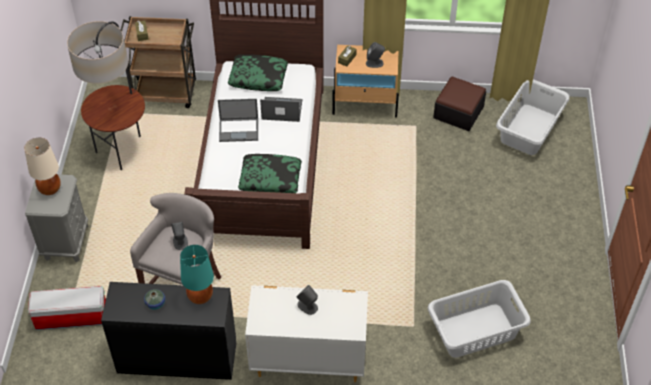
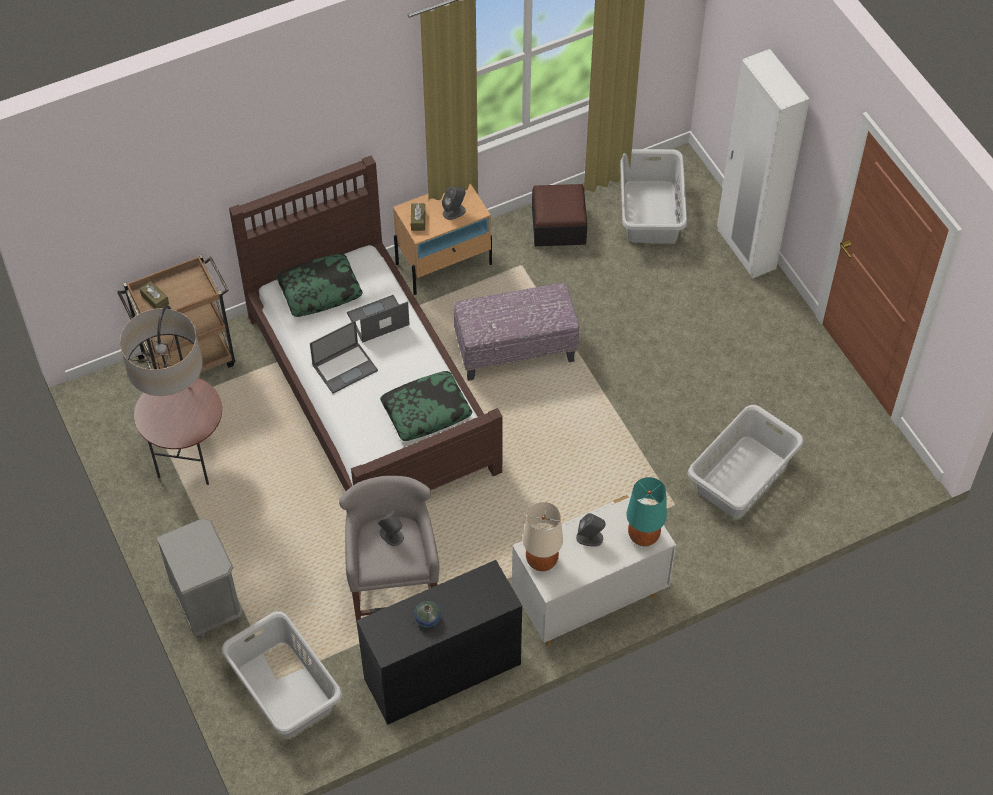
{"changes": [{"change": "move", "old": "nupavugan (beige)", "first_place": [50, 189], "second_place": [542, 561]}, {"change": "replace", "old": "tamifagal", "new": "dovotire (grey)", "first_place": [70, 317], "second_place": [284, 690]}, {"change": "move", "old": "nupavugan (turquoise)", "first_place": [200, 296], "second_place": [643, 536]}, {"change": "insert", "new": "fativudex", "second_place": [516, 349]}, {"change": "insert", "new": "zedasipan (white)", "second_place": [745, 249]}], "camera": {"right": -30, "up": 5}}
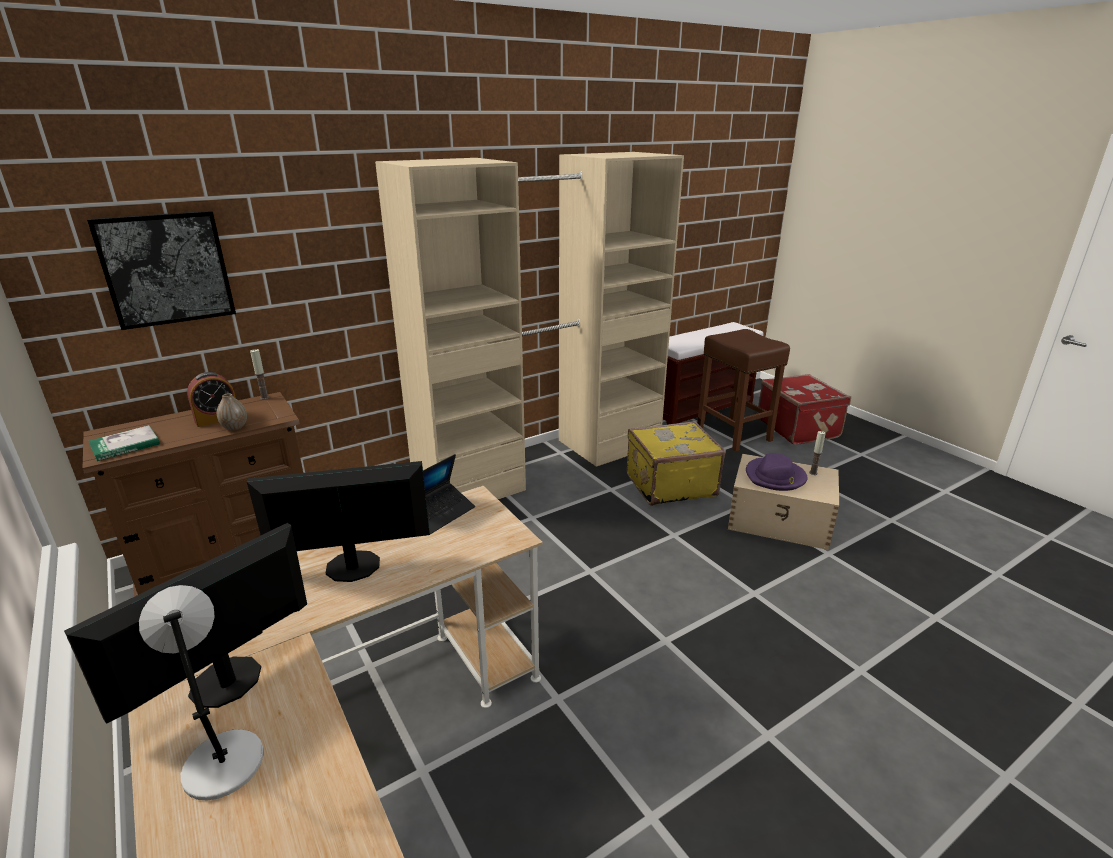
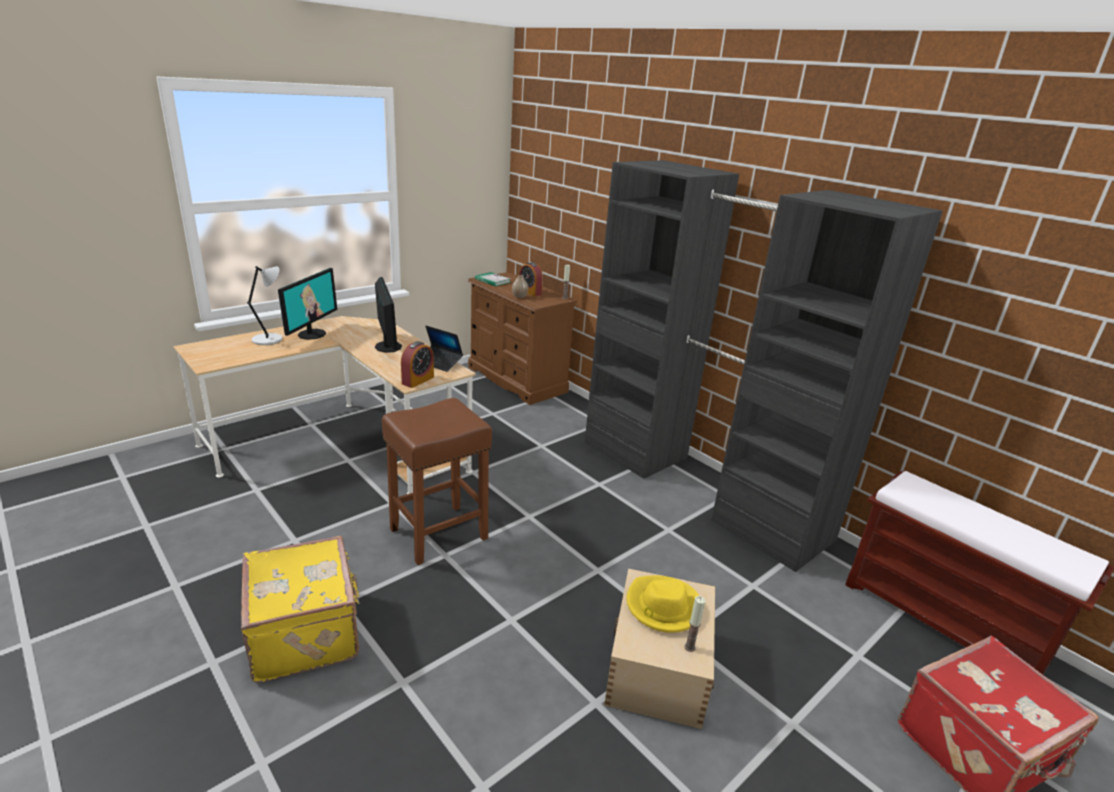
{"changes": [{"change": "rotate", "old": "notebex", "first_place": [226, 683], "second_place": [311, 334], "degrees": 75}, {"change": "delete", "old": "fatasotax", "first_place": [166, 269]}, {"change": "recolor", "old": "zedasipan (beige)", "new": "zedasipan (black)", "first_place": [544, 463], "second_place": [699, 487]}, {"change": "move", "old": "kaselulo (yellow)", "first_place": [669, 484], "second_place": [306, 632]}, {"change": "move", "old": "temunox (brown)", "first_place": [735, 435], "second_place": [437, 534]}, {"change": "recolor", "old": "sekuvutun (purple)", "new": "sekuvutun (yellow)", "first_place": [775, 477], "second_place": [662, 607]}, {"change": "insert", "new": "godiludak", "second_place": [418, 380]}], "camera": {"right": 80, "up": 0}}
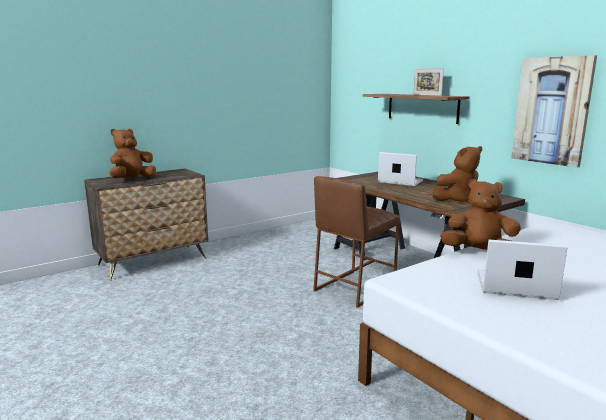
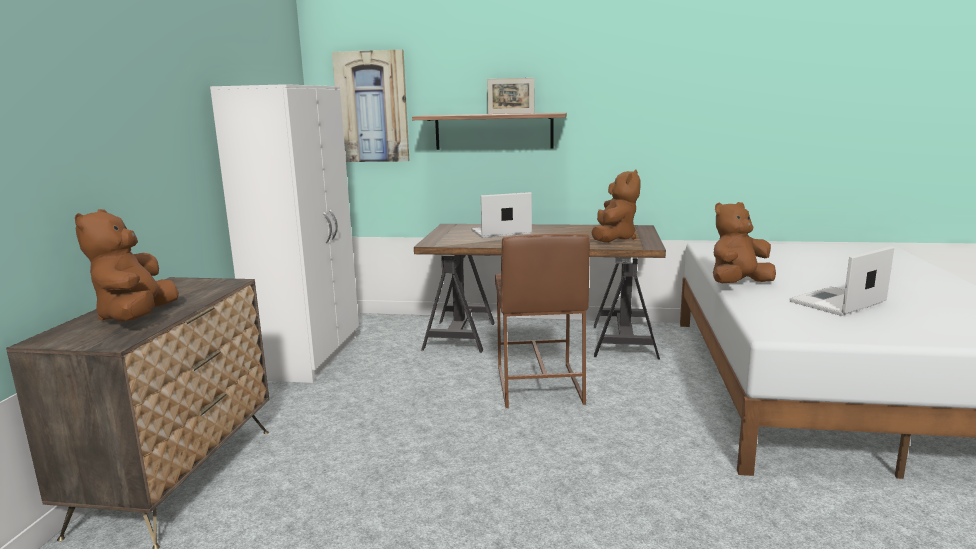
{"changes": [{"change": "move", "old": "fatasotax", "first_place": [552, 111], "second_place": [372, 107]}, {"change": "insert", "new": "zedasipan (white)", "second_place": [309, 356]}], "camera": {"right": -45, "up": 0}}
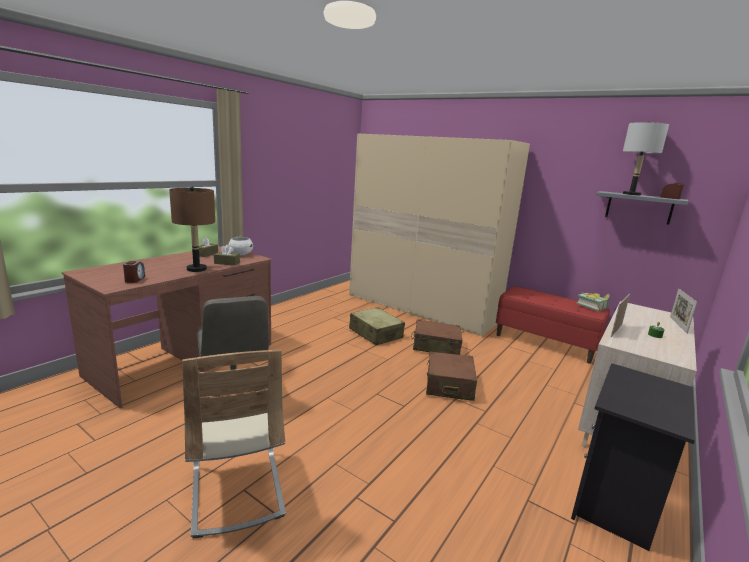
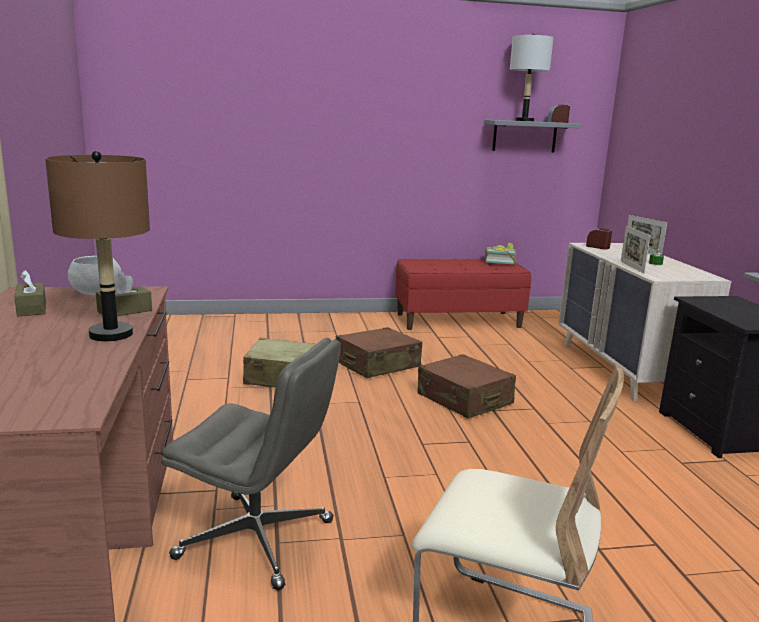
{"changes": [{"change": "move", "old": "godiludak", "first_place": [135, 279], "second_place": [598, 247]}, {"change": "delete", "old": "zedasipan (beige)", "first_place": [421, 308]}], "camera": {"right": -45, "up": 0}}
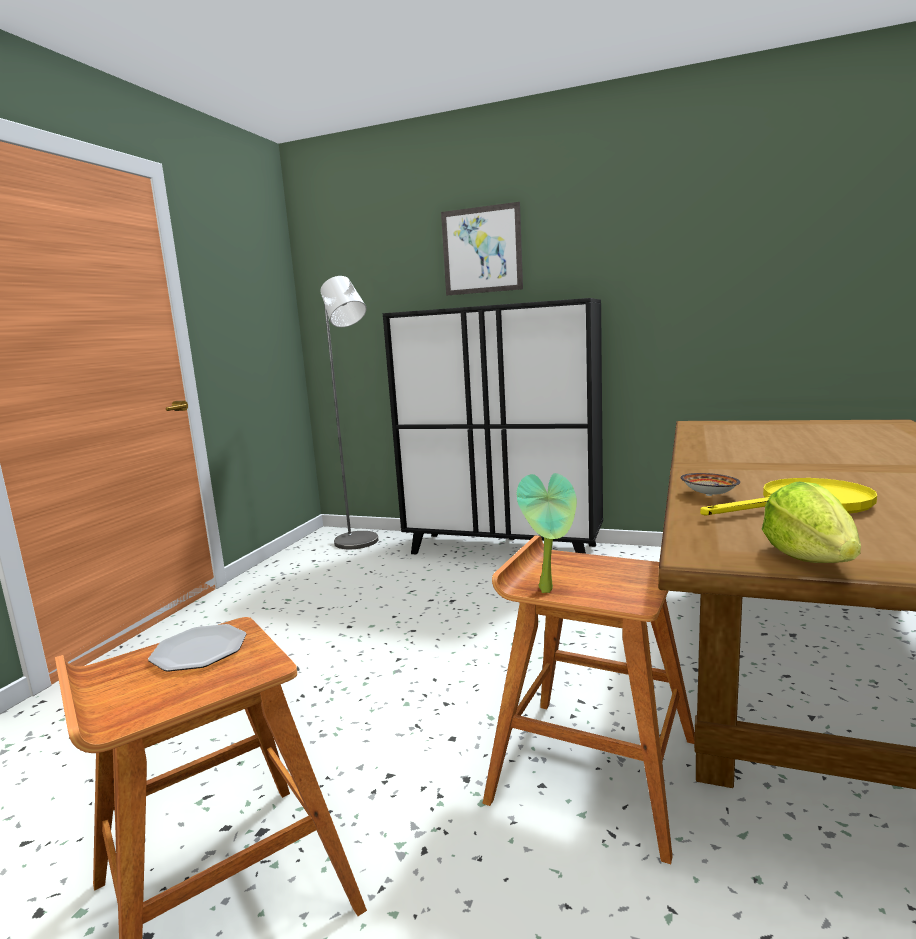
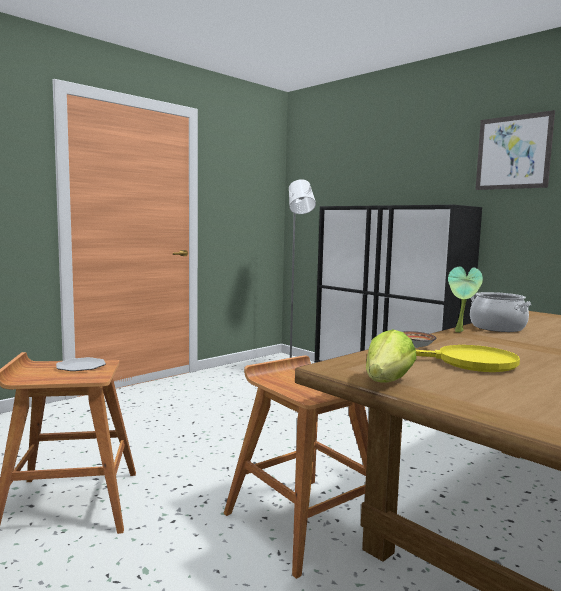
{"changes": [{"change": "move", "old": "fatasotax", "first_place": [482, 250], "second_place": [513, 152]}, {"change": "move", "old": "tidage", "first_place": [550, 590], "second_place": [461, 332]}, {"change": "insert", "new": "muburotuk", "second_place": [497, 327]}], "camera": {"right": 25, "up": -5}}
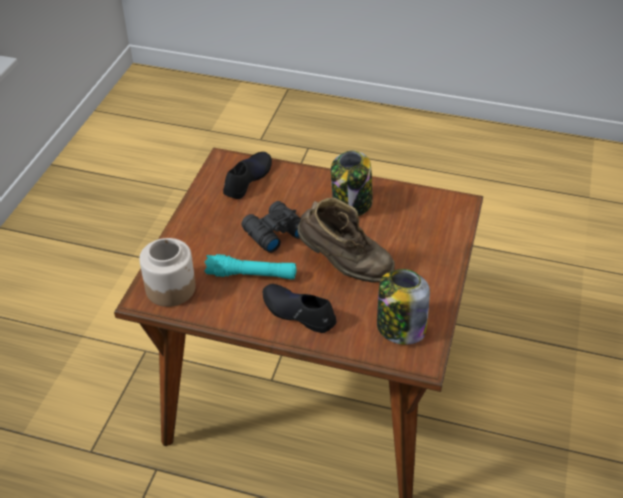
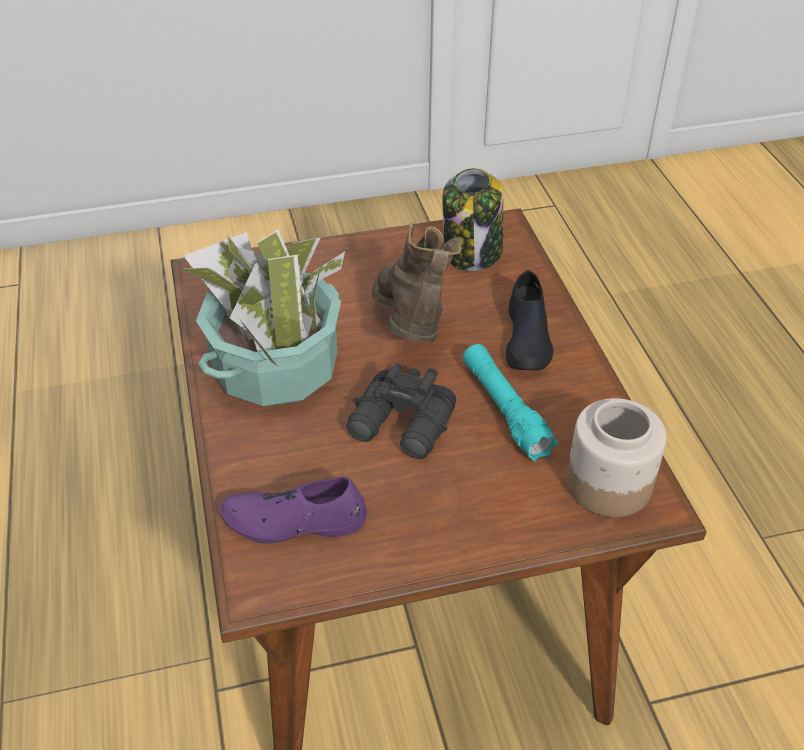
{"changes": [{"change": "recolor", "old": "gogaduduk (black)", "new": "gogaduduk (purple)", "first_place": [247, 179], "second_place": [294, 521]}, {"change": "replace", "old": "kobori", "new": "tidage", "first_place": [352, 204], "second_place": [276, 368]}], "camera": {"right": -120, "up": 0}}
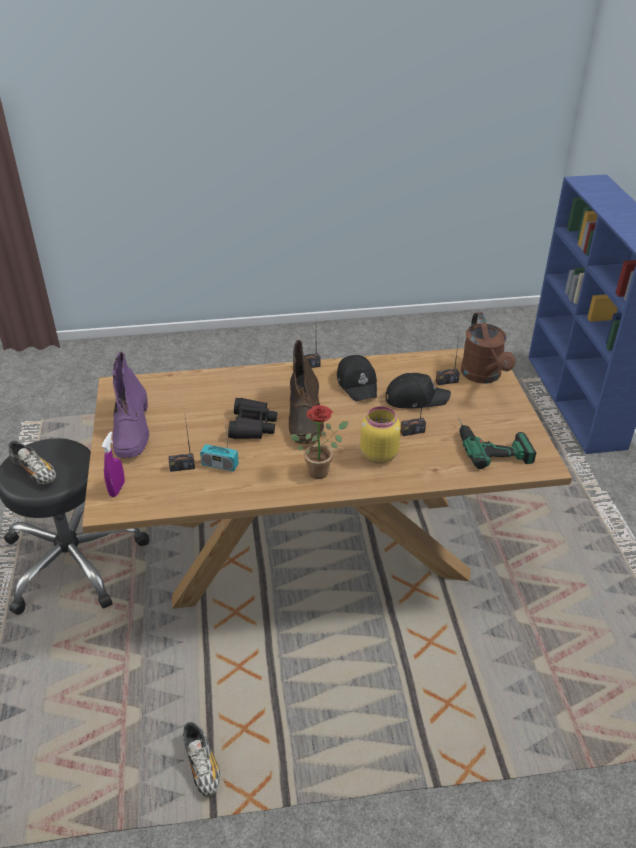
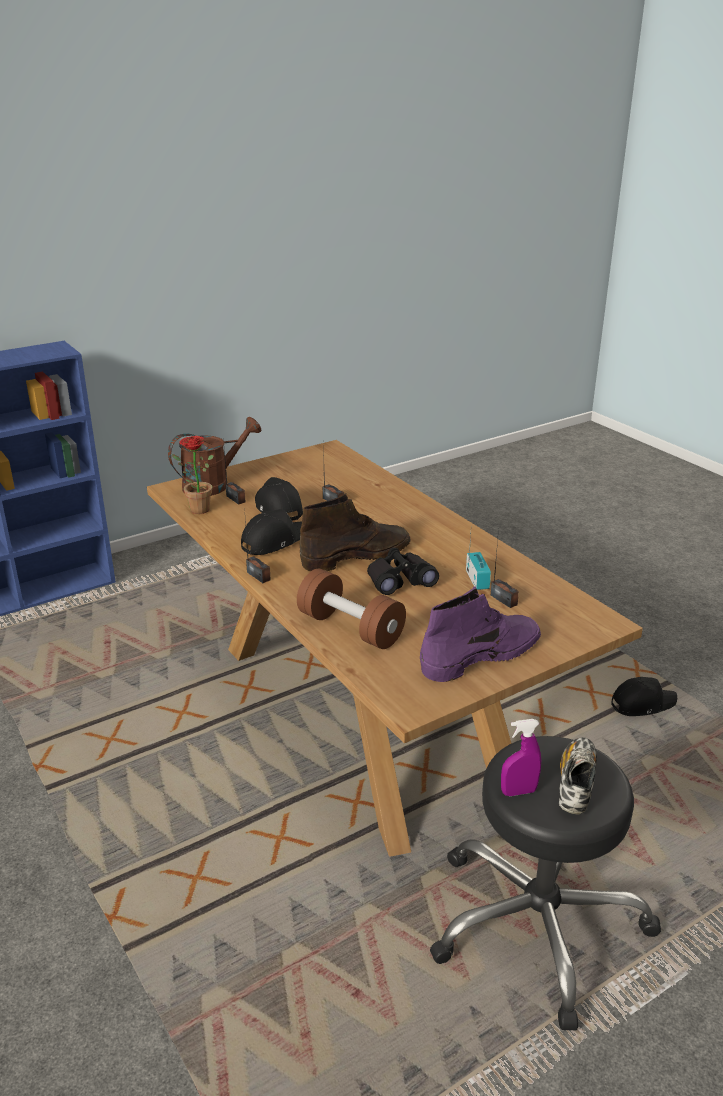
{"changes": [{"change": "move", "old": "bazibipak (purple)", "first_place": [117, 489], "second_place": [518, 791]}, {"change": "replace", "old": "gogaduduk", "new": "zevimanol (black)", "first_place": [202, 765], "second_place": [642, 703]}, {"change": "move", "old": "tidage", "first_place": [321, 470], "second_place": [195, 509]}, {"change": "delete", "old": "kobori (yellow)", "first_place": [378, 454]}, {"change": "delete", "old": "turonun", "first_place": [491, 443]}, {"change": "insert", "new": "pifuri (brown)", "second_place": [350, 628]}], "camera": {"right": -115, "up": -10}}
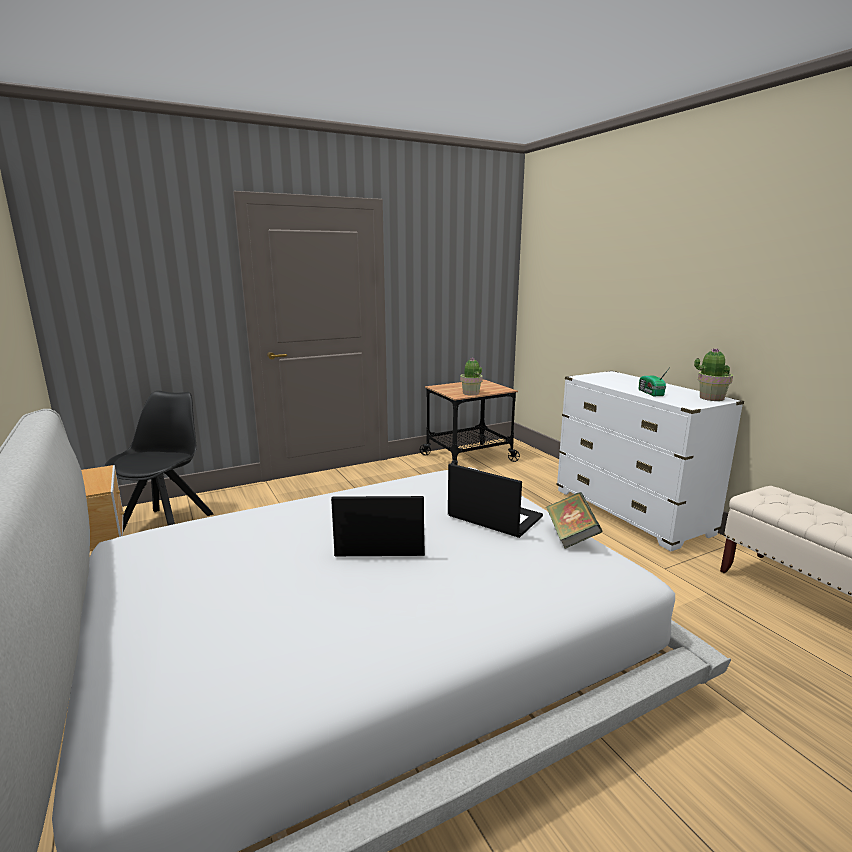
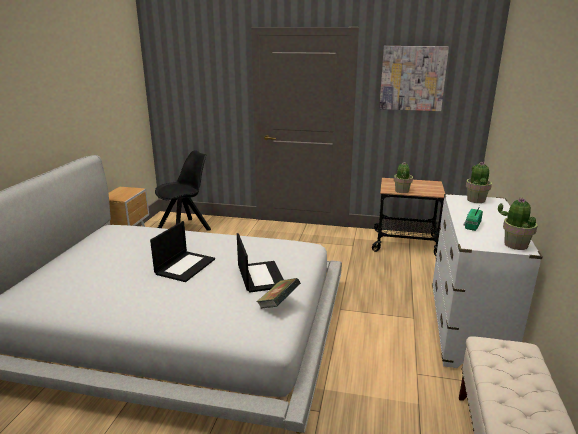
{"changes": [{"change": "rotate", "old": "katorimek", "first_place": [380, 542], "second_place": [185, 266], "degrees": 75}, {"change": "insert", "new": "fatasotax", "second_place": [412, 78]}, {"change": "insert", "new": "tidage", "second_place": [476, 200]}], "camera": {"right": 40, "up": 5}}
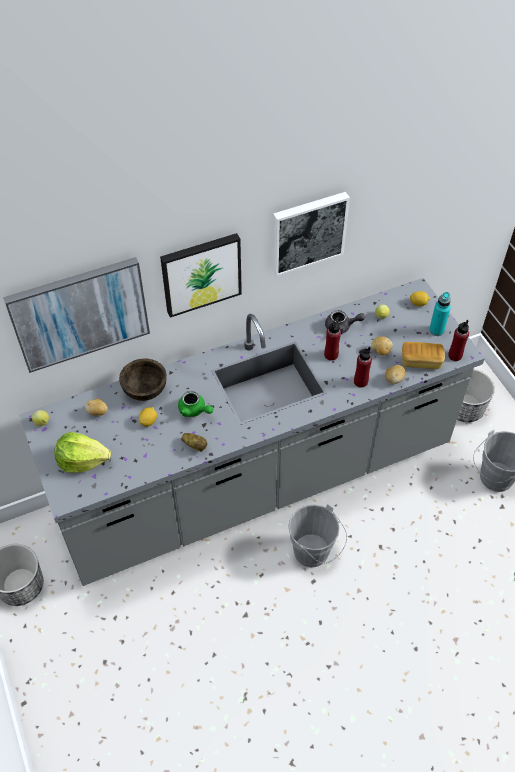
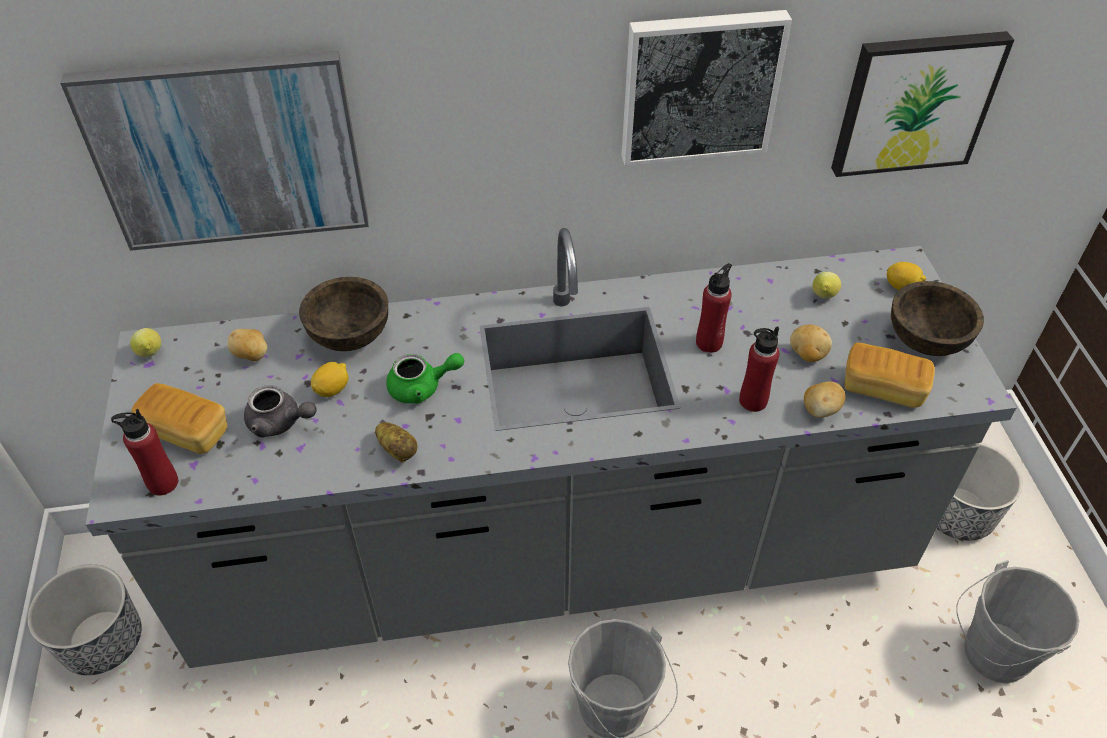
{"changes": [{"change": "replace", "old": "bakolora", "new": "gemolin", "first_place": [82, 460], "second_place": [186, 431]}, {"change": "move", "old": "fatasotax", "first_place": [201, 273], "second_place": [915, 102]}, {"change": "rotate", "old": "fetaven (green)", "first_place": [194, 410], "second_place": [422, 387], "degrees": -60}, {"change": "move", "old": "fetaven (grey)", "first_place": [341, 327], "second_place": [280, 423]}, {"change": "replace", "old": "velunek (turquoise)", "new": "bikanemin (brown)", "first_place": [436, 330], "second_place": [927, 339]}, {"change": "move", "old": "velunek (red)", "first_place": [455, 355], "second_place": [163, 483]}], "camera": {"right": 15, "up": -5}}
